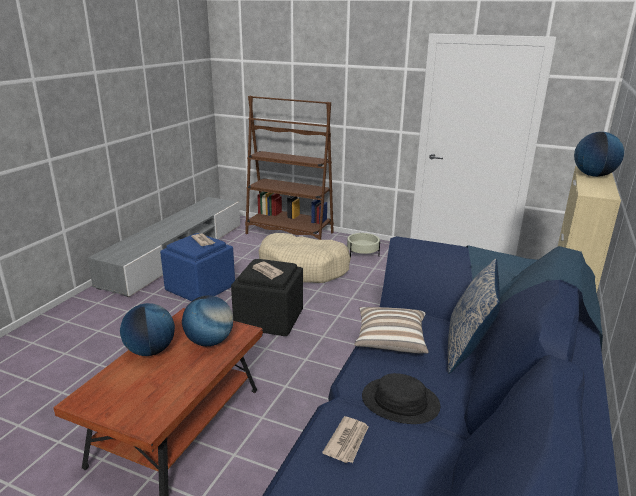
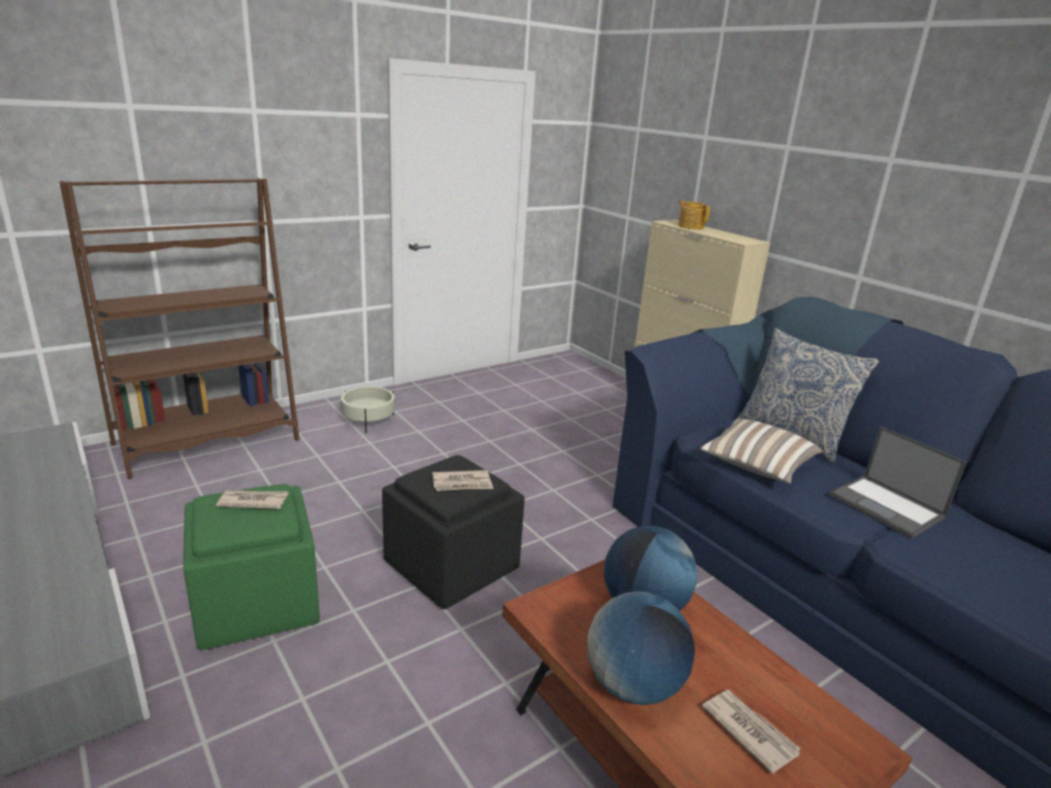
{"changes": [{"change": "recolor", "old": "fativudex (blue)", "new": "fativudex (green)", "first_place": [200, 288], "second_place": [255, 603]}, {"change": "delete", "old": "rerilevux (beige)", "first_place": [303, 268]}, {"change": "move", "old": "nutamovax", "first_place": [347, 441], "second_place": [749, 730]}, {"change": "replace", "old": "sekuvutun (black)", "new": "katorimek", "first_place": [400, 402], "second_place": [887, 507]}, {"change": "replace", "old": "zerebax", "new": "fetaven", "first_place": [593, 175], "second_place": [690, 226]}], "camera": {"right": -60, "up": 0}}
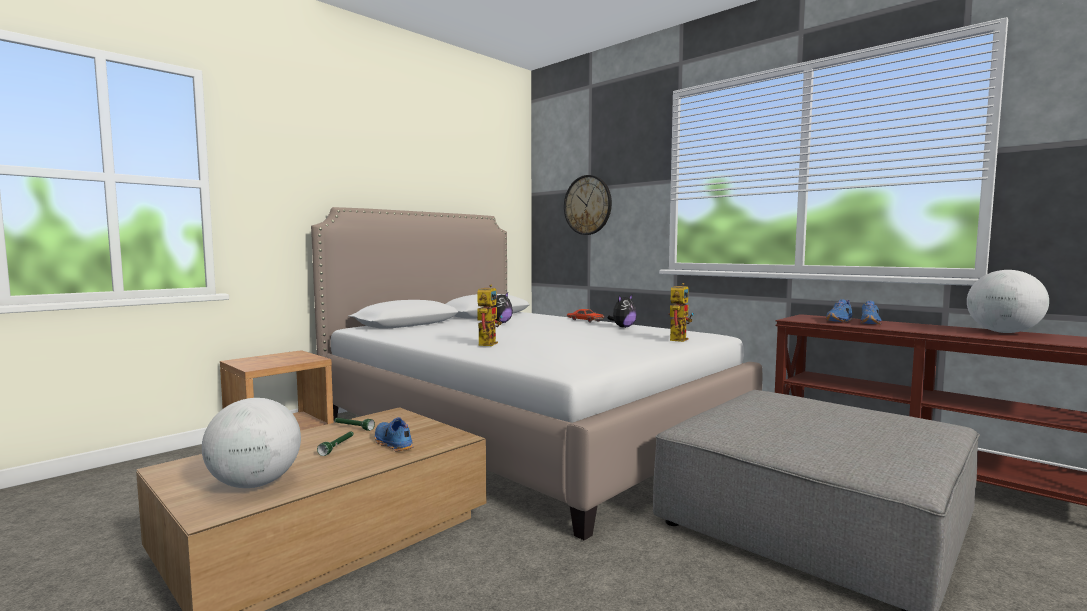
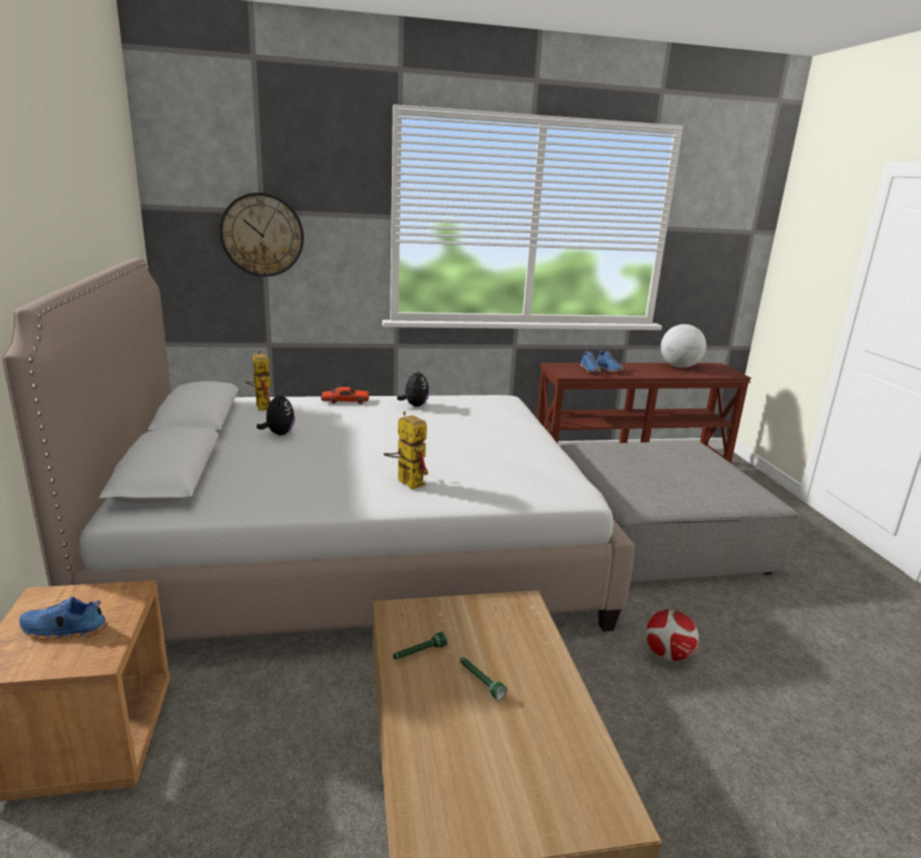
{"changes": [{"change": "delete", "old": "zerebax", "first_place": [255, 484]}, {"change": "move", "old": "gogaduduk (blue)", "first_place": [392, 443], "second_place": [64, 631]}, {"change": "move", "old": "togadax", "first_place": [678, 338], "second_place": [261, 405]}, {"change": "insert", "new": "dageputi", "second_place": [667, 655]}], "camera": {"right": -55, "up": 15}}
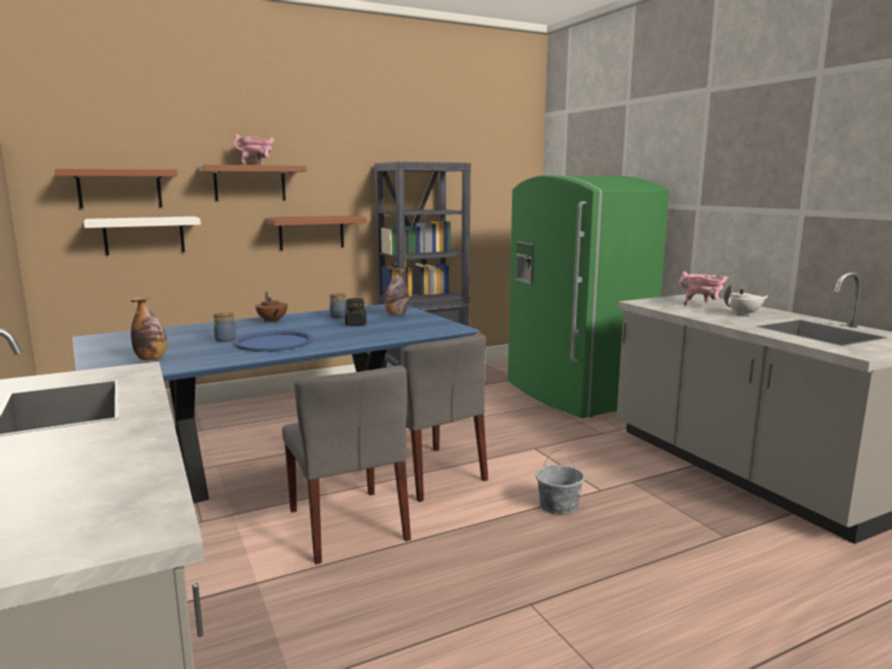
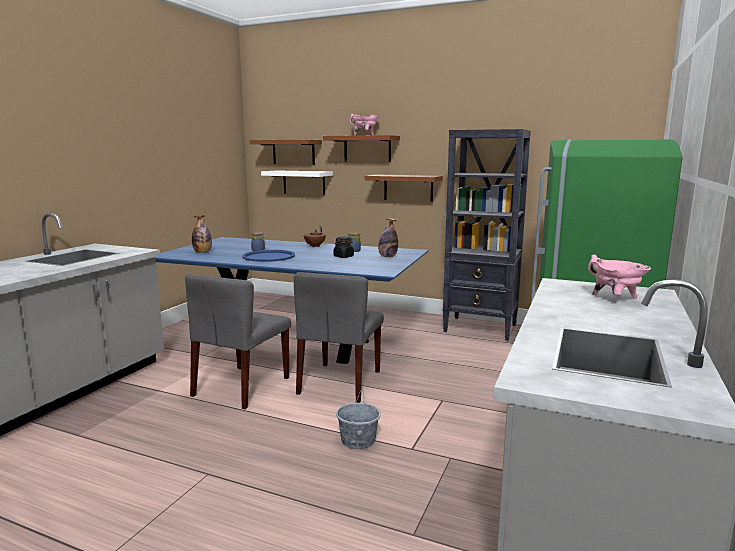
{"changes": [{"change": "delete", "old": "fetaven (white)", "first_place": [744, 314]}], "camera": {"right": 50, "up": 0}}
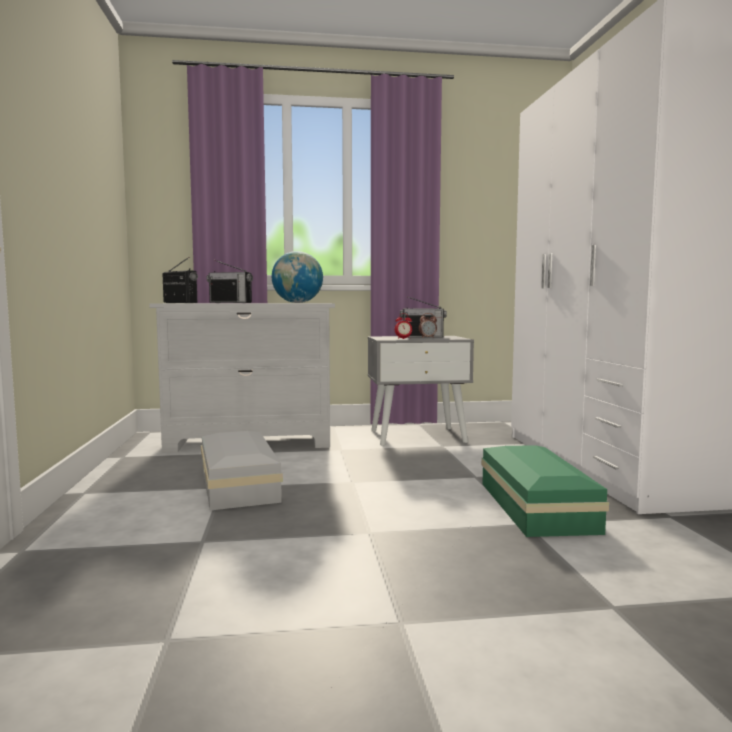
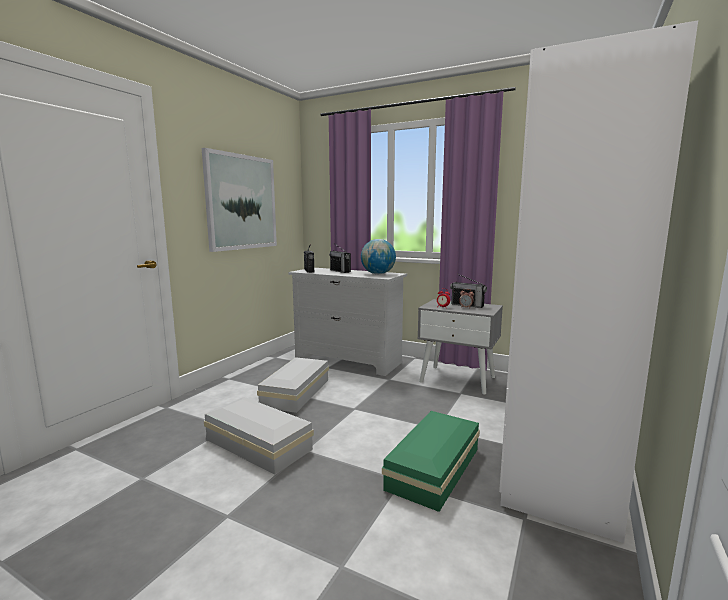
{"changes": [{"change": "insert", "new": "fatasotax", "second_place": [241, 202]}, {"change": "insert", "new": "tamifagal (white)", "second_place": [258, 443]}], "camera": {"right": 35, "up": 5}}
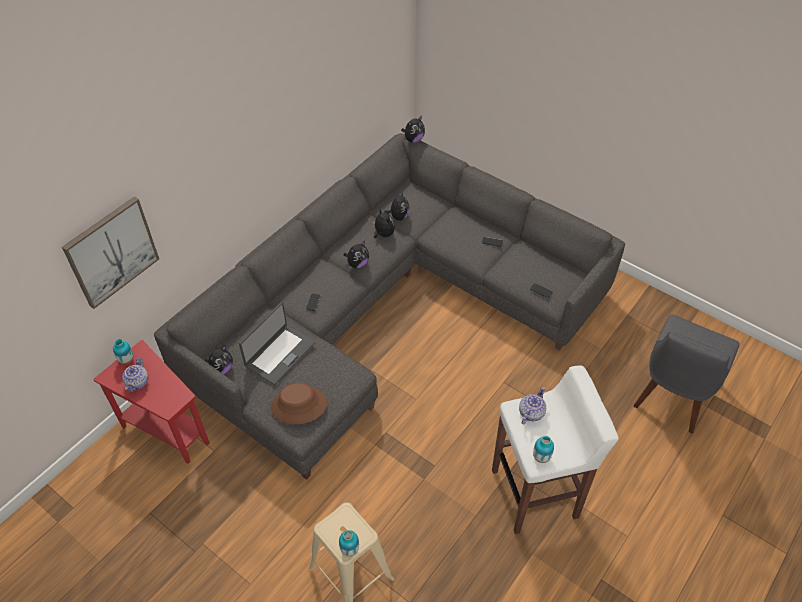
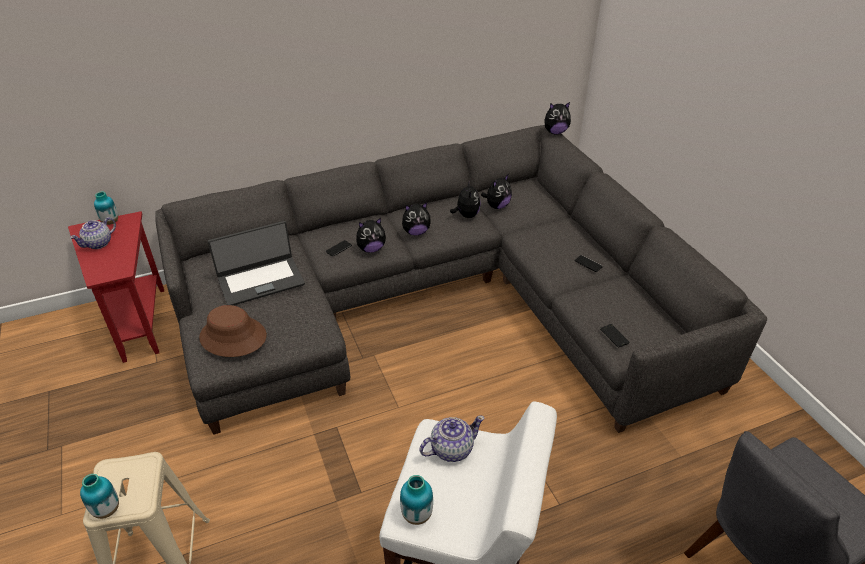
{"changes": [{"change": "delete", "old": "fatasotax", "first_place": [111, 252]}, {"change": "move", "old": "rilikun", "first_place": [221, 369], "second_place": [371, 249]}], "camera": {"right": 30, "up": -10}}
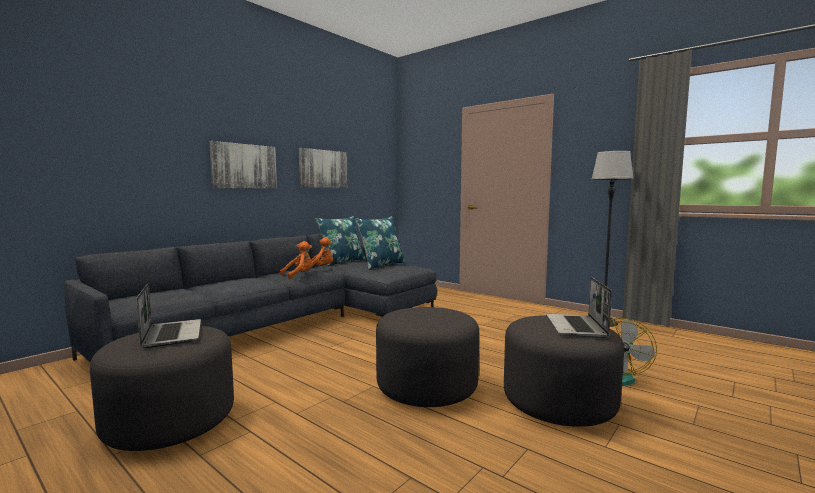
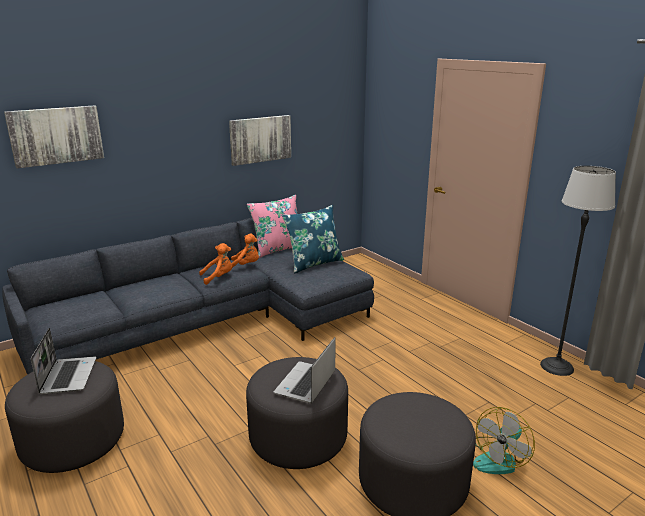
{"changes": [{"change": "move", "old": "fatasotax", "first_place": [244, 166], "second_place": [56, 135]}, {"change": "recolor", "old": "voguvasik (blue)", "new": "voguvasik (pink)", "first_place": [342, 262], "second_place": [278, 249]}, {"change": "move", "old": "katorimek", "first_place": [576, 327], "second_place": [306, 384]}], "camera": {"right": 15, "up": 15}}
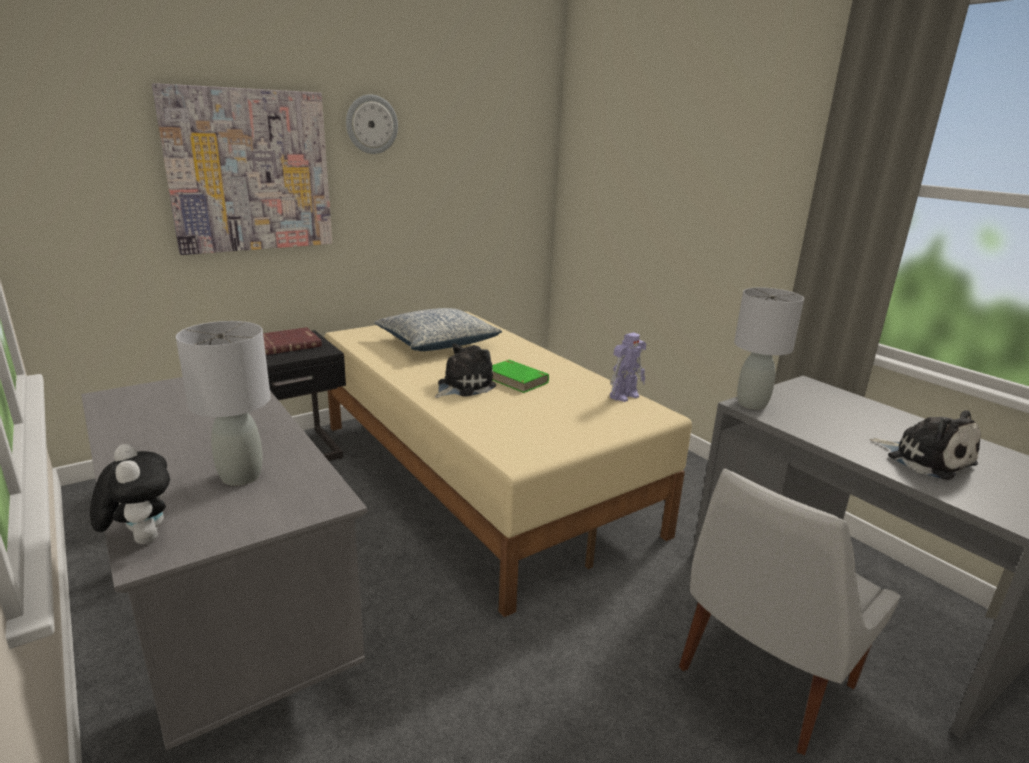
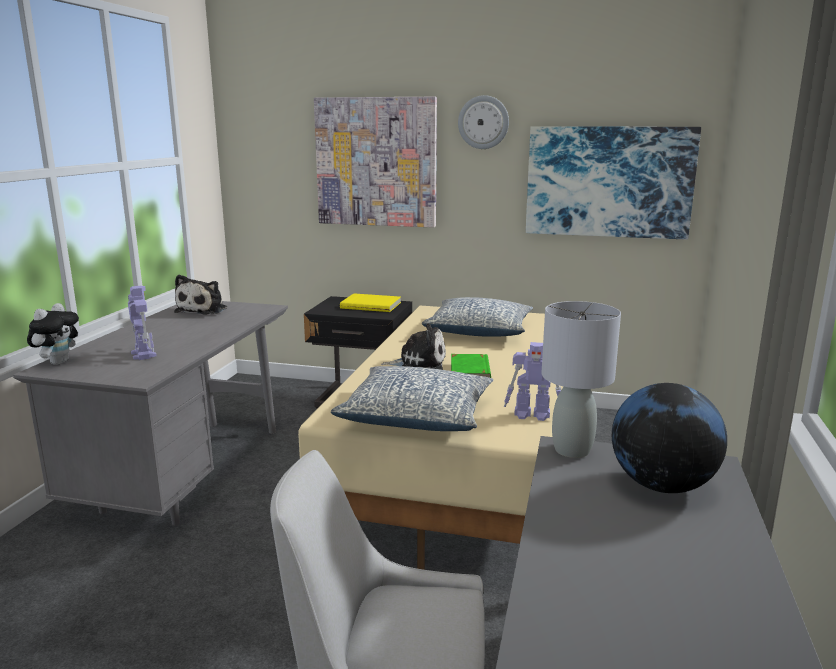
{"changes": [{"change": "replace", "old": "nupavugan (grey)", "new": "togadax", "first_place": [240, 476], "second_place": [143, 354]}, {"change": "recolor", "old": "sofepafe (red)", "new": "sofepafe (yellow)", "first_place": [284, 344], "second_place": [371, 305]}, {"change": "move", "old": "rilikun", "first_place": [925, 459], "second_place": [203, 310]}, {"change": "insert", "new": "voguvasik", "second_place": [417, 416]}, {"change": "insert", "new": "fatasotax", "second_place": [608, 182]}, {"change": "insert", "new": "zerebax", "second_place": [662, 485]}], "camera": {"right": 50, "up": -5}}
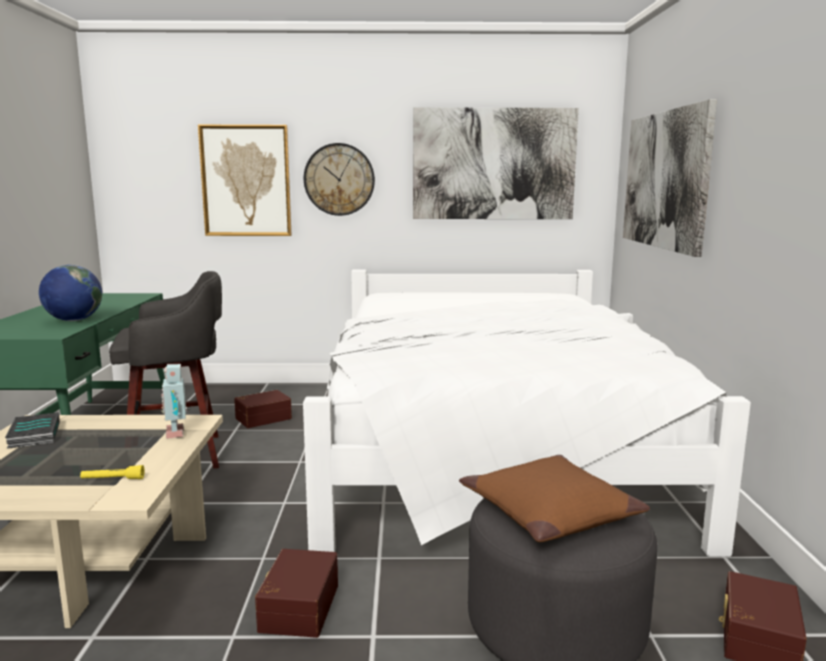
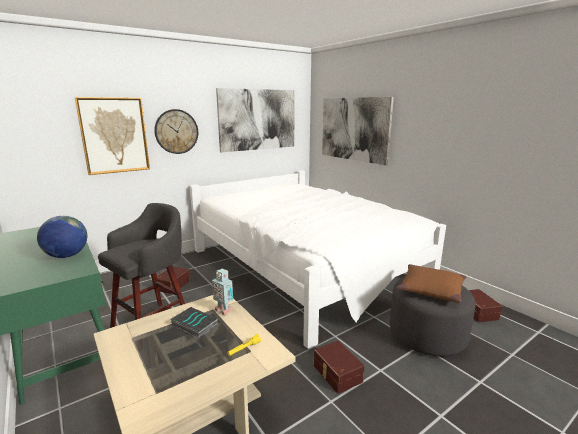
{"changes": [{"change": "move", "old": "sofepafe", "first_place": [33, 435], "second_place": [193, 325]}], "camera": {"right": -35, "up": 5}}
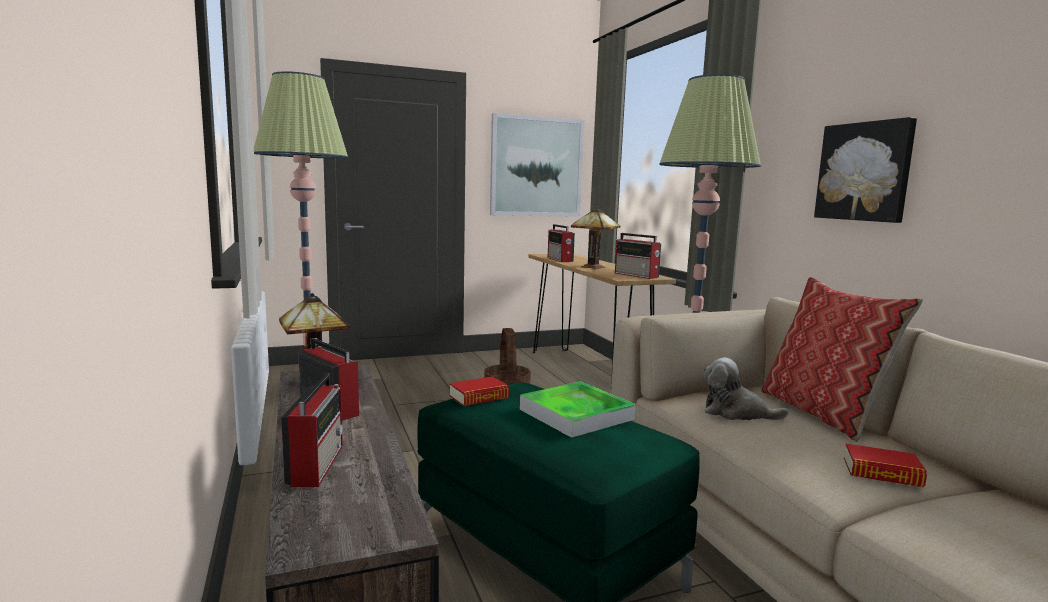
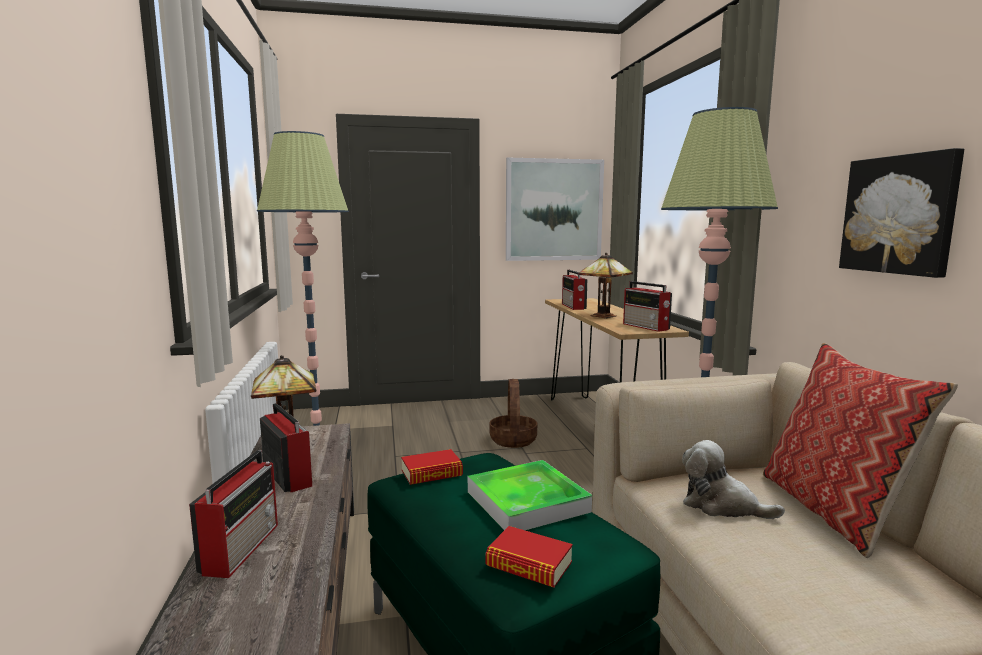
{"changes": [{"change": "move", "old": "sofepafe", "first_place": [882, 473], "second_place": [529, 564]}], "camera": {"right": 10, "up": 0}}
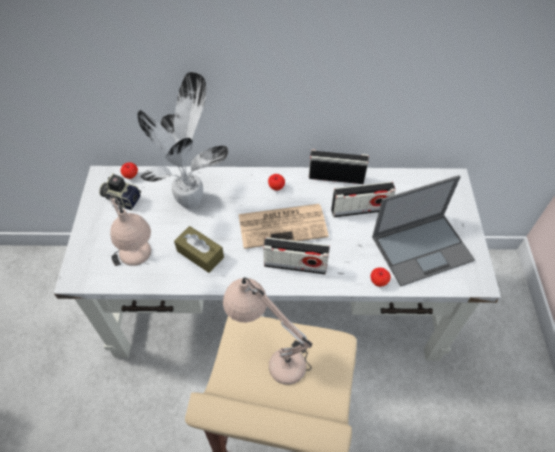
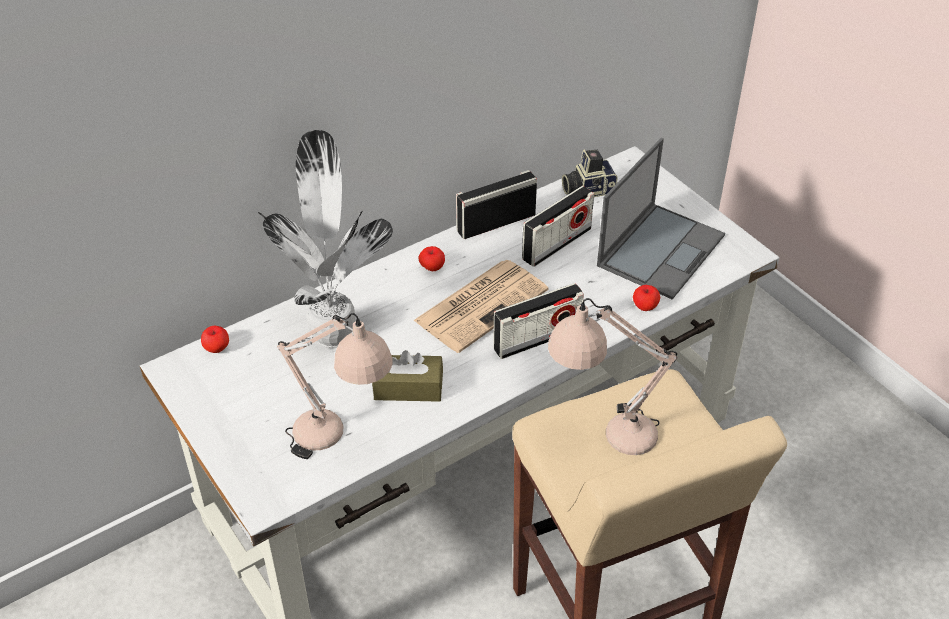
{"changes": [{"change": "move", "old": "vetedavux", "first_place": [122, 199], "second_place": [587, 189]}], "camera": {"right": -35, "up": -10}}
